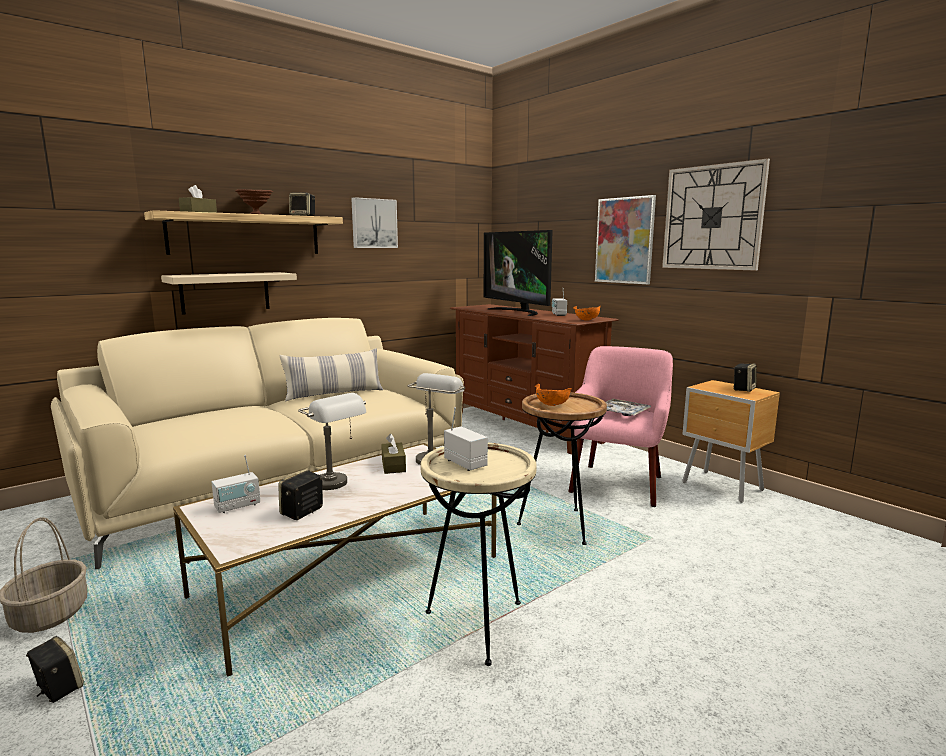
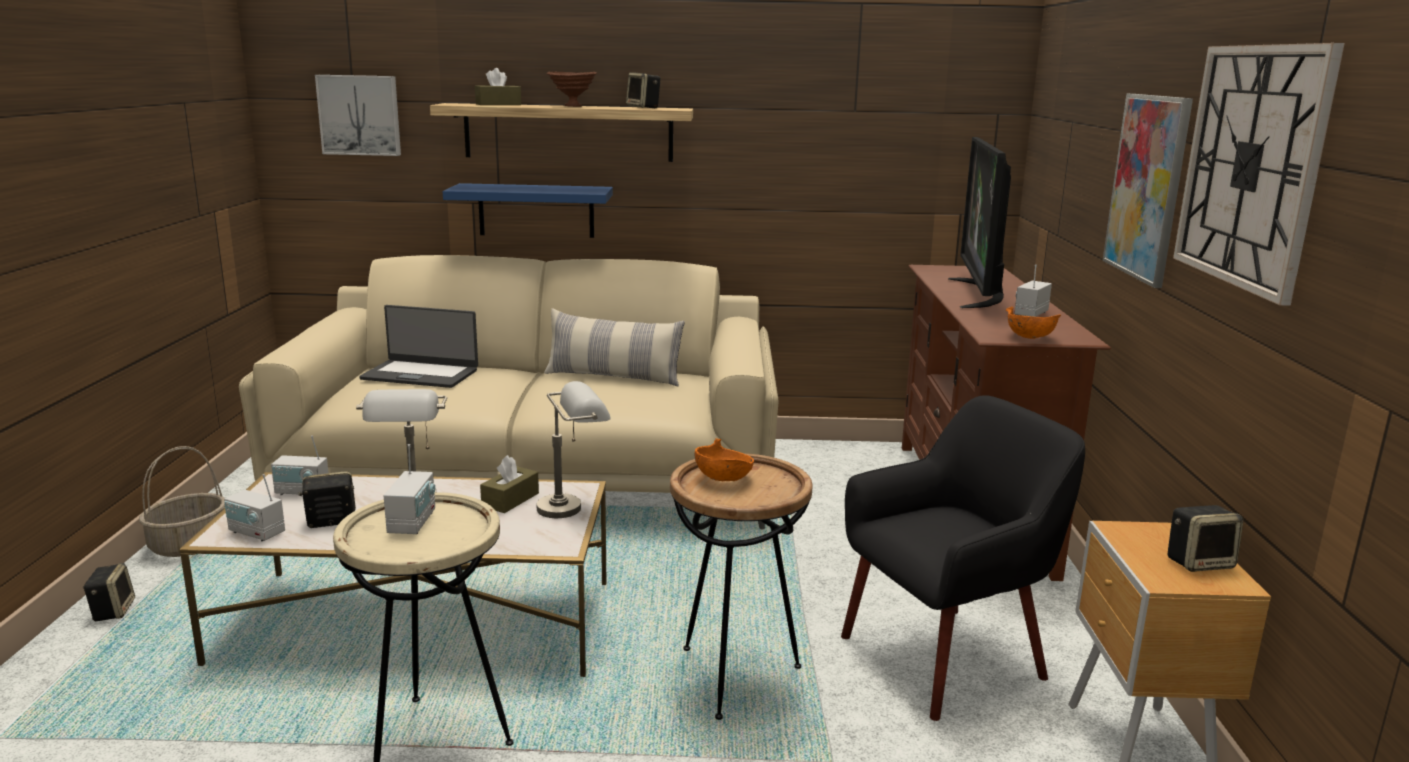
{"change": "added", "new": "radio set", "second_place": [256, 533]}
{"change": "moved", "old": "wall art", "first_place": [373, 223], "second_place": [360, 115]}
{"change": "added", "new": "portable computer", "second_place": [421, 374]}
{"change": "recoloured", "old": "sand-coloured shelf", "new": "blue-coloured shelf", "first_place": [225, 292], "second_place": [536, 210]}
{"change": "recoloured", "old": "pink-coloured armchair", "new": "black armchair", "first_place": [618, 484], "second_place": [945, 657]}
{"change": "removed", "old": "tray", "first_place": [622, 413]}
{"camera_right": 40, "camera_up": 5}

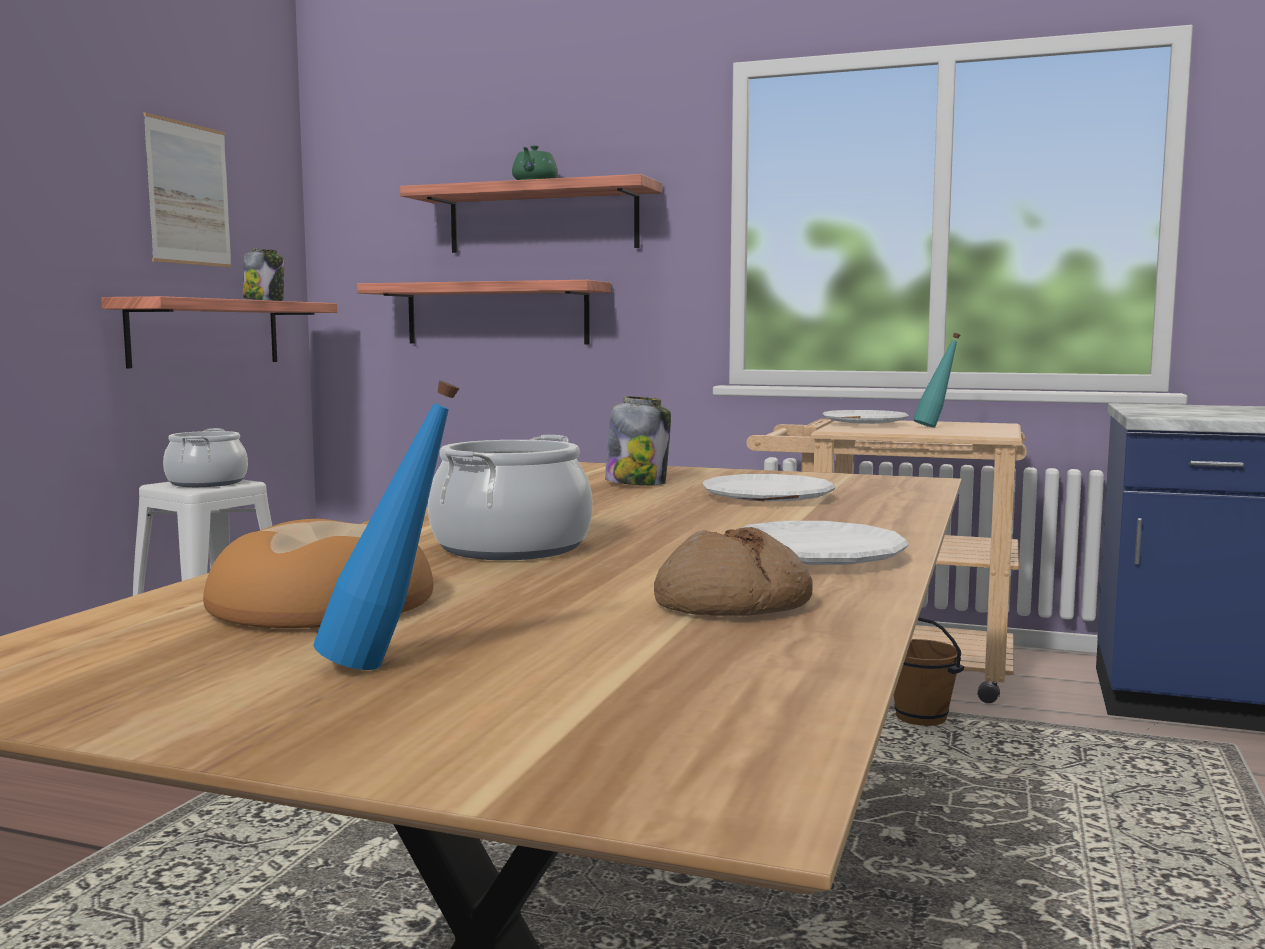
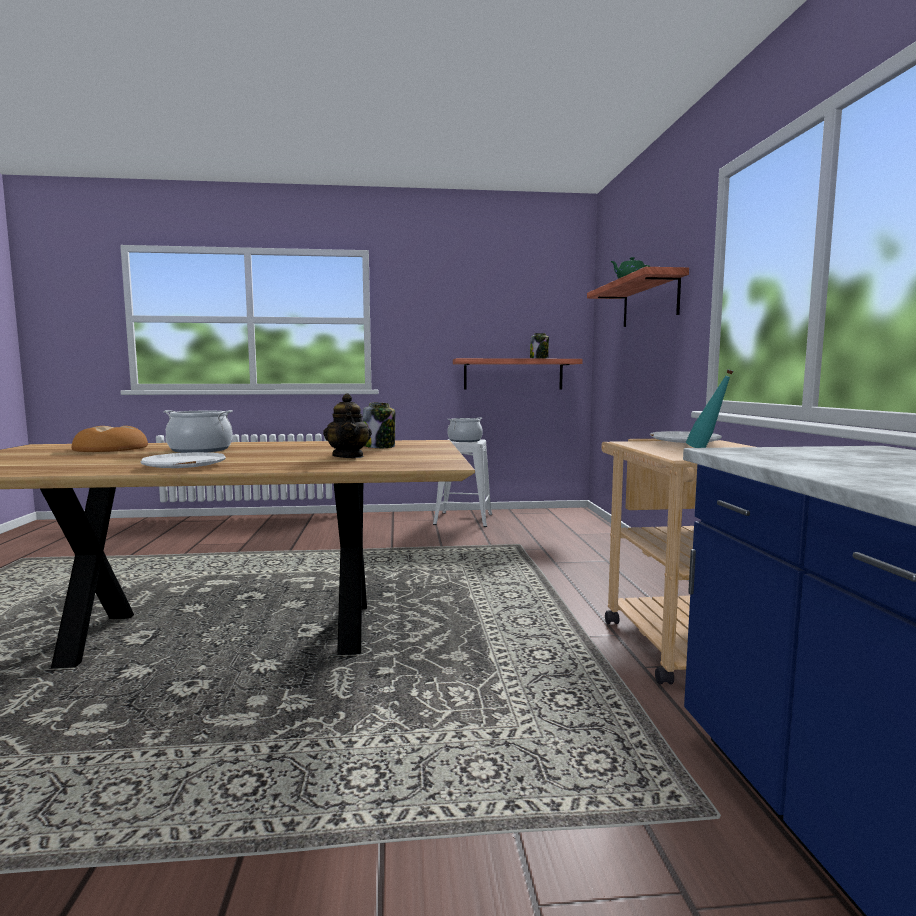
{"change": "replaced", "old": "whitish flat dish", "new": "pot for tea", "first_place": [768, 497], "second_place": [348, 456]}
{"change": "removed", "old": "wall art", "first_place": [189, 194]}
{"change": "removed", "old": "blue-coloured bottle", "first_place": [390, 665]}
{"change": "removed", "old": "shelf", "first_place": [497, 314]}
{"change": "removed", "old": "bread", "first_place": [732, 605]}
{"change": "removed", "old": "brown water bucket", "first_place": [921, 718]}
{"camera_right": 65, "camera_up": 0}

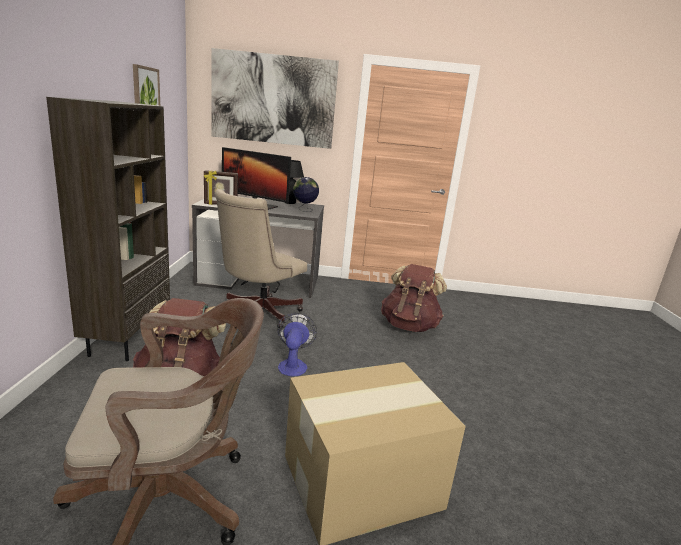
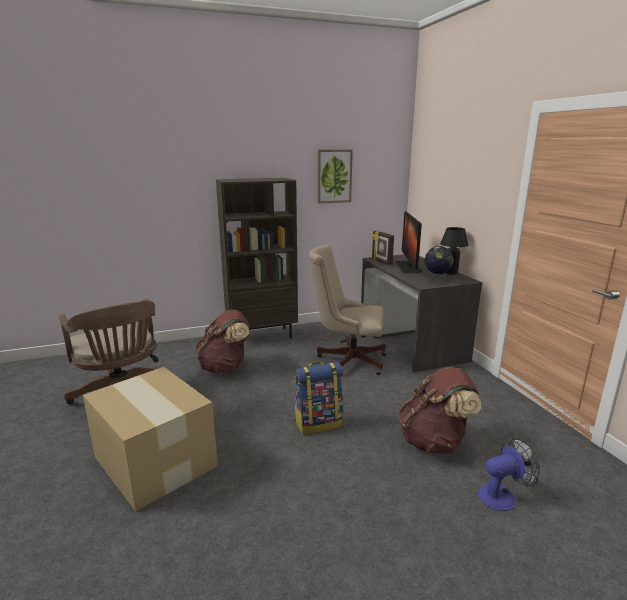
{"change": "added", "new": "knapsack", "second_place": [318, 423]}
{"change": "moved", "old": "electric fan", "first_place": [293, 364], "second_place": [502, 495]}
{"change": "removed", "old": "wall art", "first_place": [273, 99]}
{"camera_right": 70, "camera_up": 0}

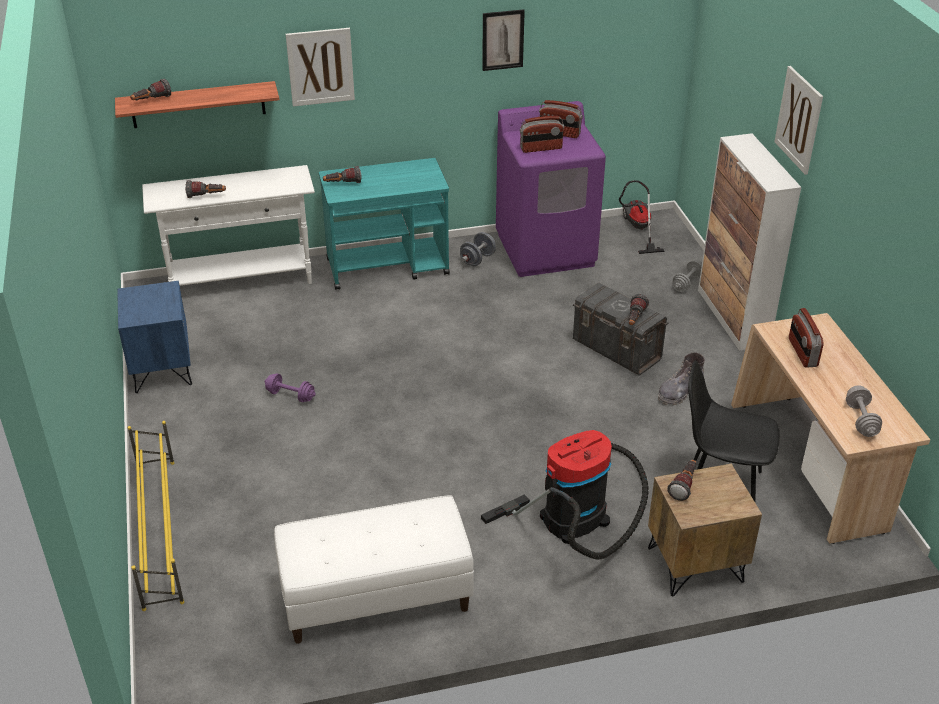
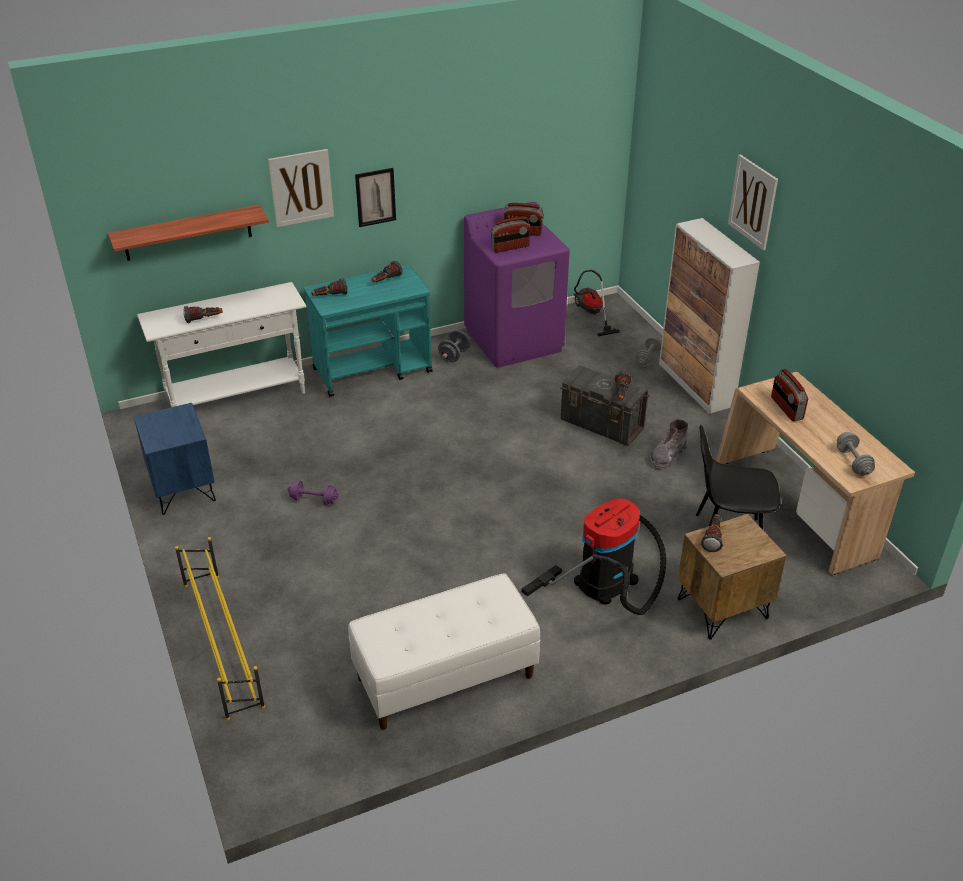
{"change": "moved", "old": "wall art", "first_place": [503, 40], "second_place": [375, 197]}
{"change": "moved", "old": "torch", "first_place": [151, 101], "second_place": [385, 281]}
{"camera_right": -10, "camera_up": 0}

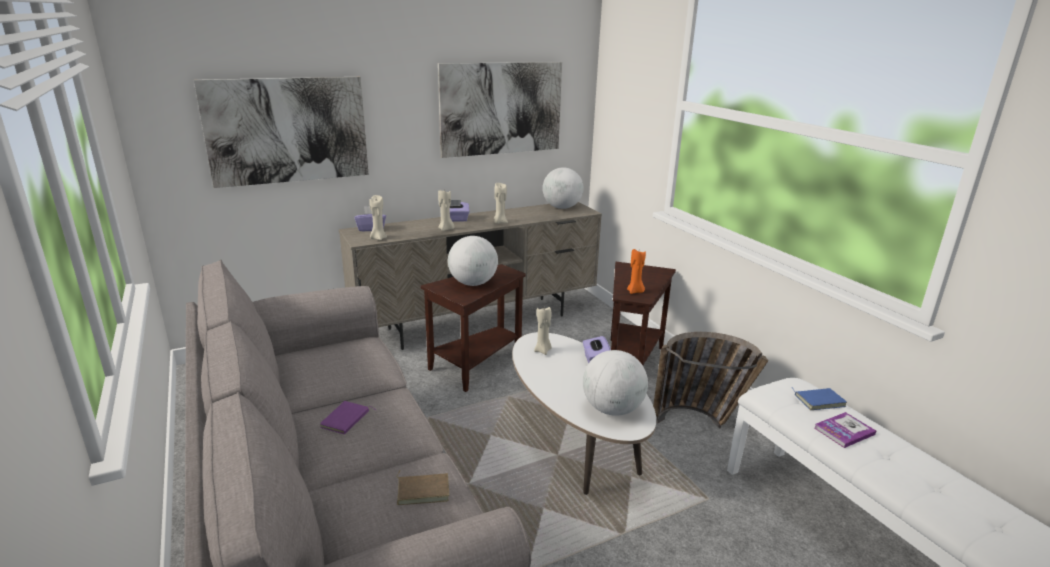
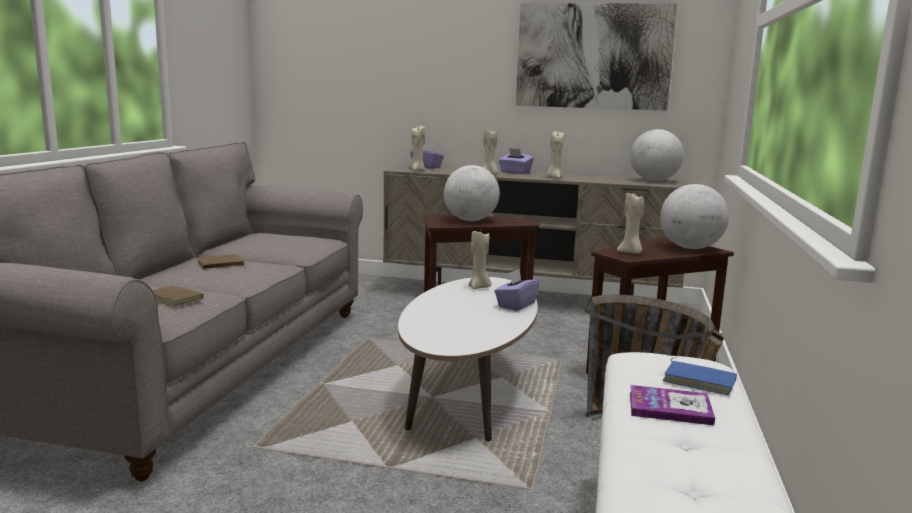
{"change": "recoloured", "old": "purple-coloured book", "new": "brown book", "first_place": [346, 420], "second_place": [221, 264]}
{"change": "recoloured", "old": "orange-coloured wax candle", "new": "sand-coloured wax candle", "first_place": [635, 291], "second_place": [630, 252]}
{"change": "moved", "old": "world globe", "first_place": [612, 409], "second_place": [690, 248]}
{"change": "removed", "old": "wall art", "first_place": [288, 130]}
{"camera_right": 40, "camera_up": -10}

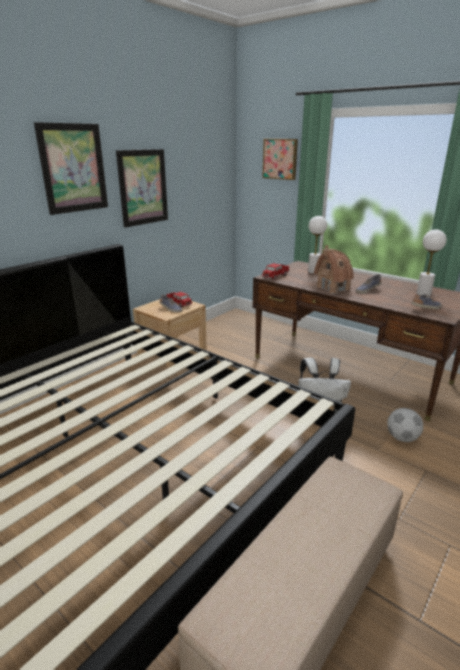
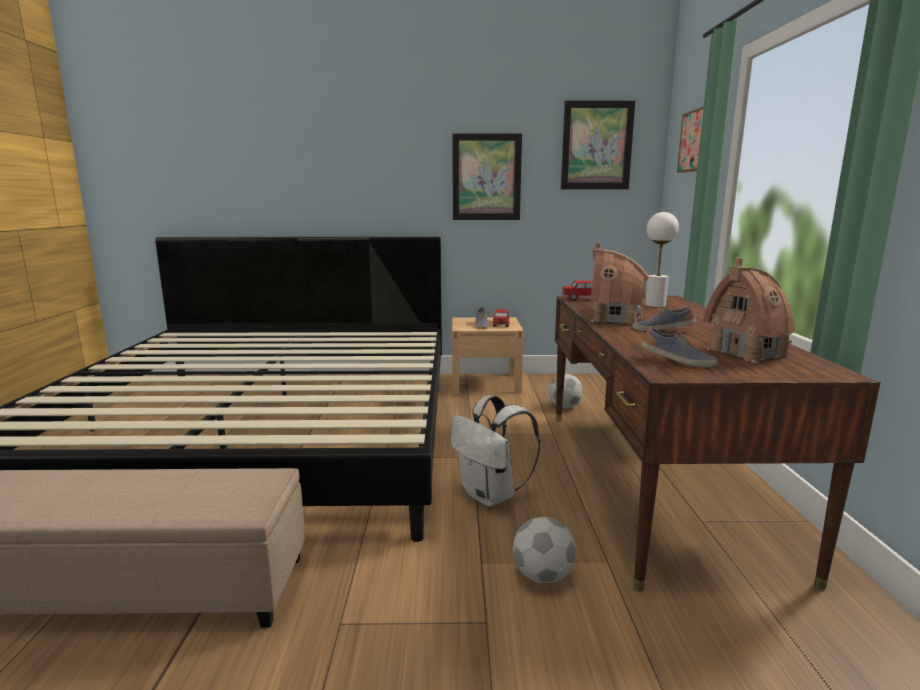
{"change": "added", "new": "ball for football", "second_place": [565, 406]}
{"change": "moved", "old": "wall art", "first_place": [73, 168], "second_place": [596, 146]}
{"change": "replaced", "old": "whitish tabletop lamp", "new": "miniature house", "first_place": [423, 294], "second_place": [747, 353]}
{"camera_right": 50, "camera_up": -10}

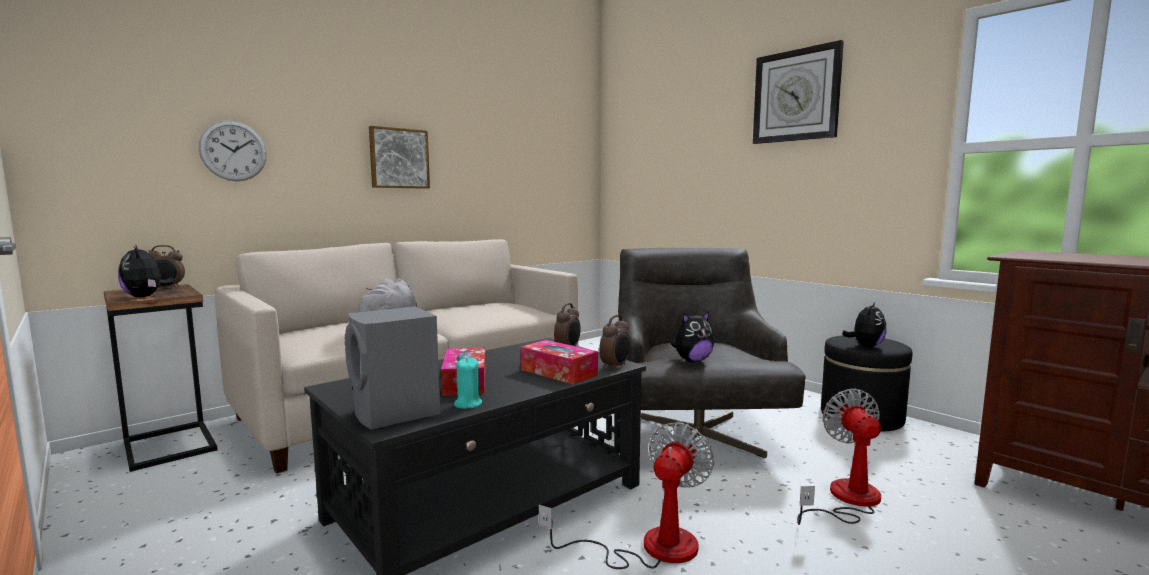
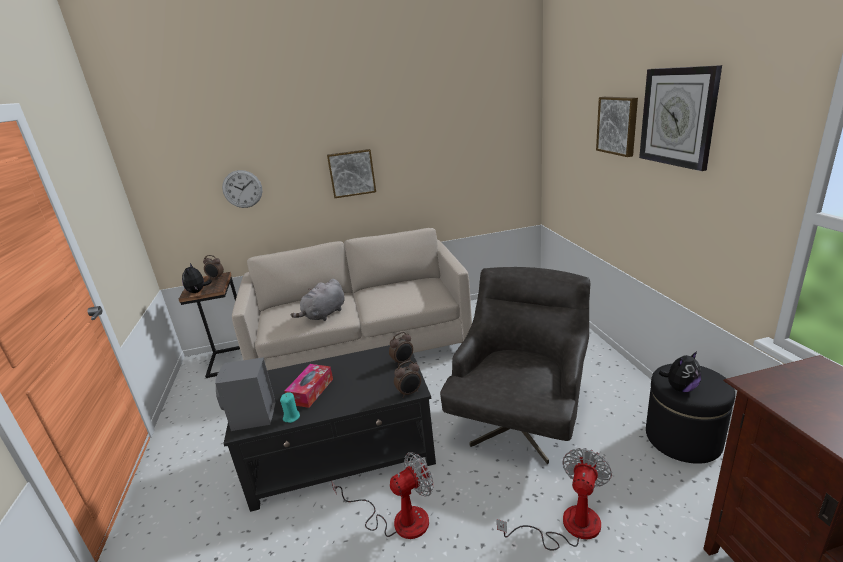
{"change": "added", "new": "wall art", "second_place": [618, 125]}
{"change": "removed", "old": "tissue box", "first_place": [558, 372]}
{"change": "removed", "old": "soft toy", "first_place": [692, 361]}
{"camera_right": 30, "camera_up": 15}

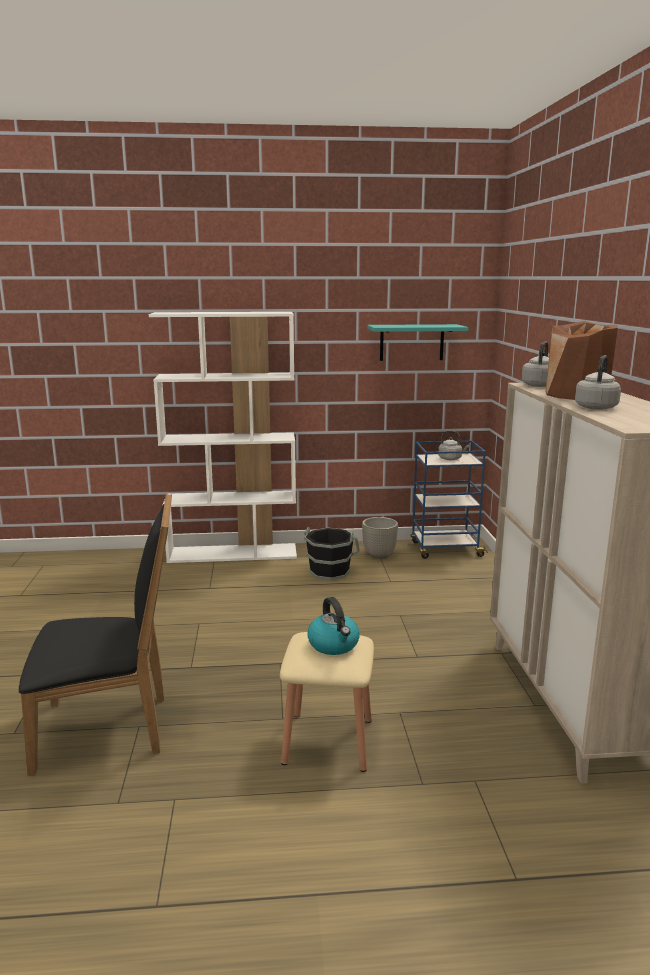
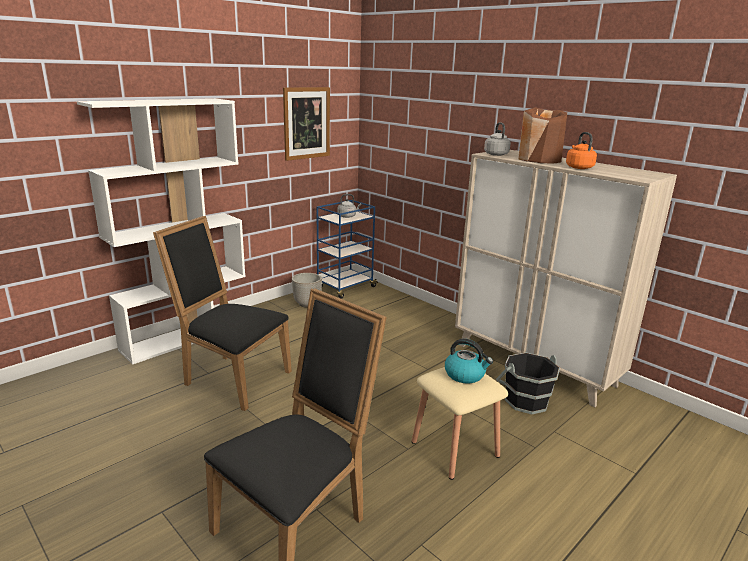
{"change": "added", "new": "black plain chair", "second_place": [232, 378]}
{"change": "replaced", "old": "turquoise-coloured shelf", "new": "wall art", "first_place": [411, 342], "second_place": [306, 123]}
{"change": "moved", "old": "black water bucket", "first_place": [329, 571], "second_place": [525, 401]}
{"change": "recoloured", "old": "gray tea kettle", "new": "orange-coloured tea kettle", "first_place": [596, 407], "second_place": [578, 167]}
{"camera_right": -40, "camera_up": 5}

